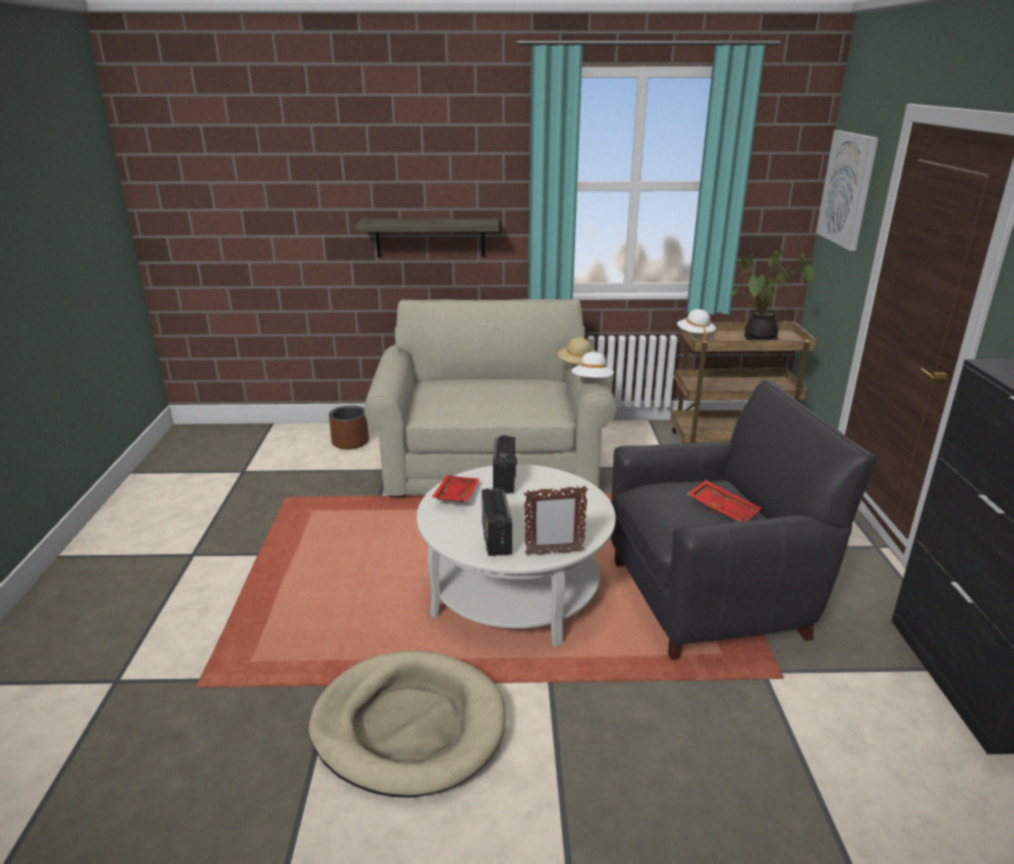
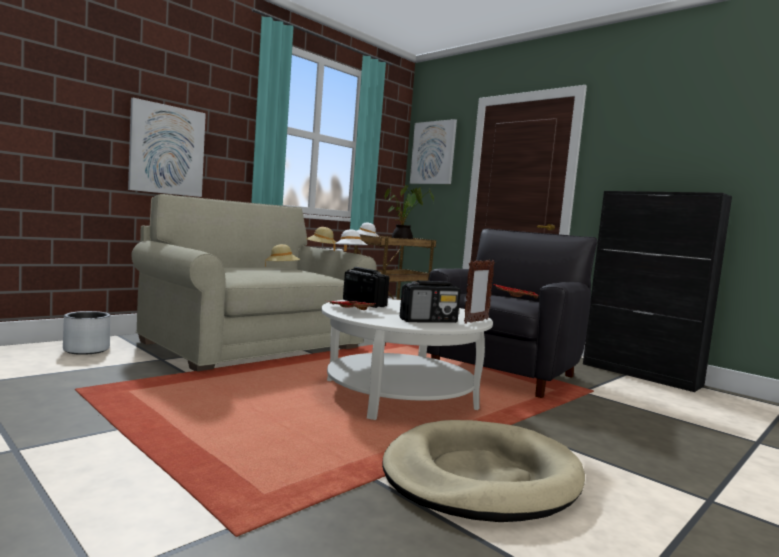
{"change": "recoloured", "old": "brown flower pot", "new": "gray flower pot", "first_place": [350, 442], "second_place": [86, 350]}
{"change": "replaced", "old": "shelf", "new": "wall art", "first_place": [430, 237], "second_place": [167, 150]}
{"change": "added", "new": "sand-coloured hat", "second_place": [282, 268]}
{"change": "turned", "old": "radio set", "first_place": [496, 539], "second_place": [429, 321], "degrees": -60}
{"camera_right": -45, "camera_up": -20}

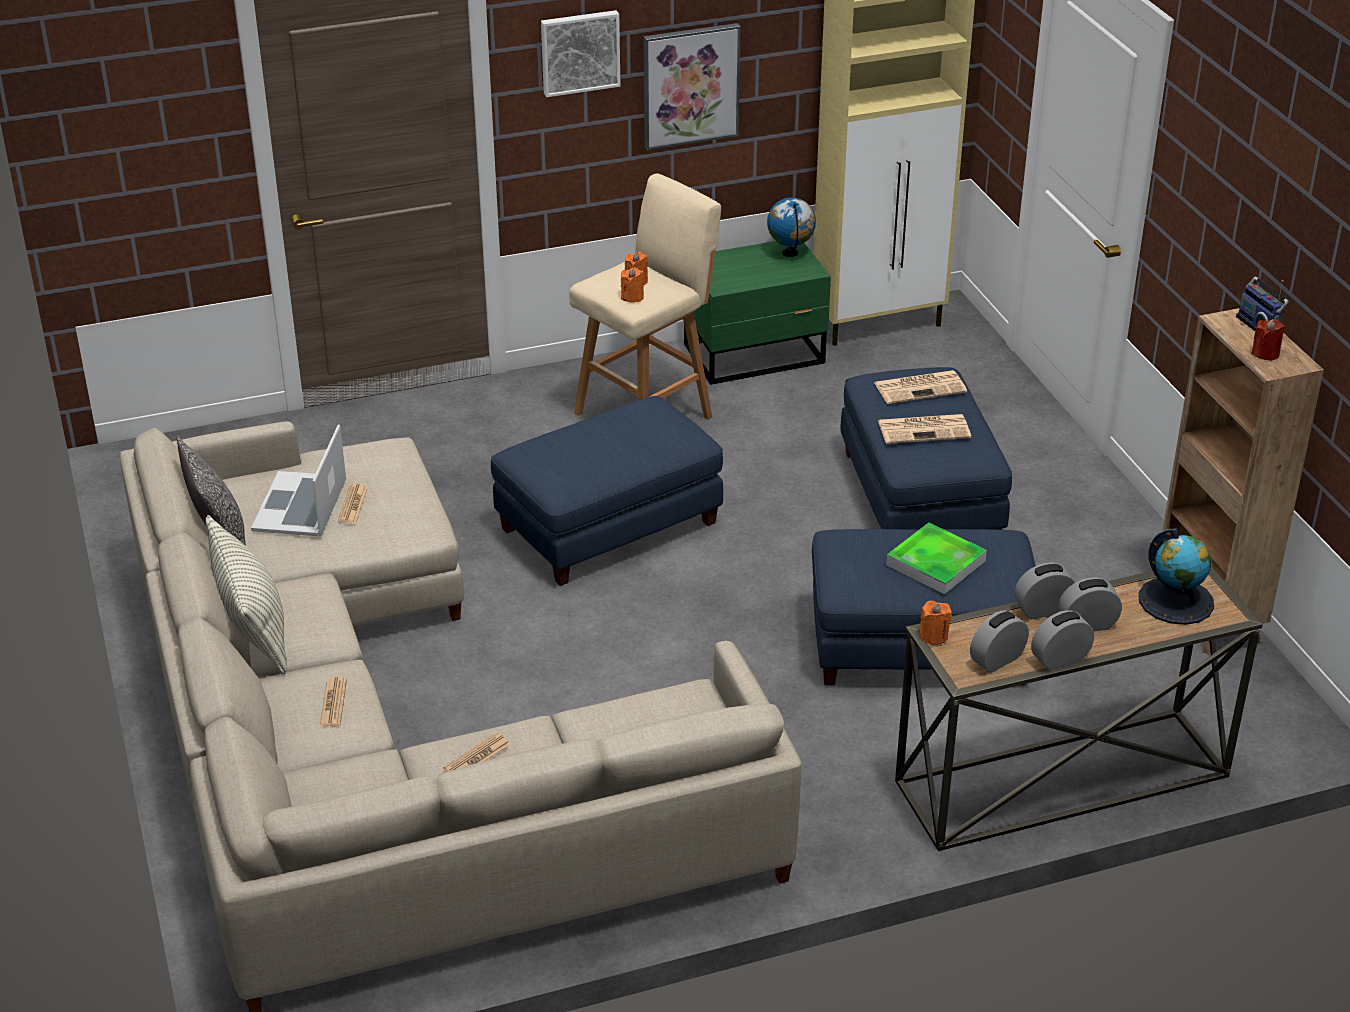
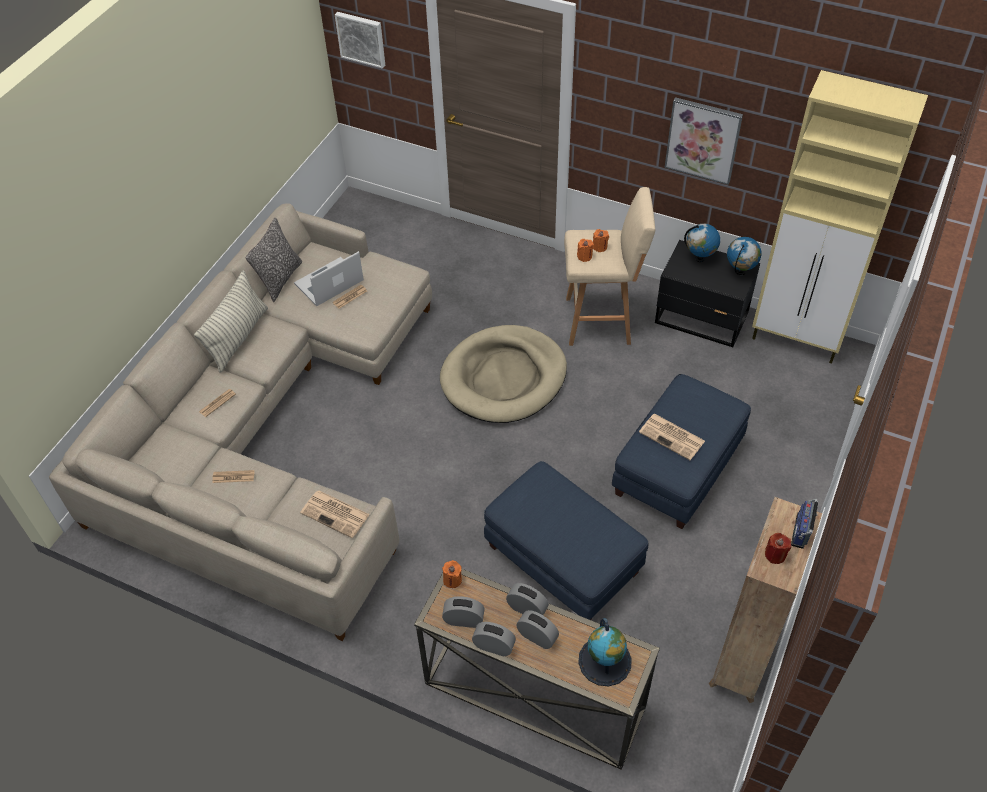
{"change": "moved", "old": "daily paper", "first_place": [921, 387], "second_place": [336, 514]}
{"change": "moved", "old": "wall art", "first_place": [579, 52], "second_place": [361, 38]}
{"change": "replaced", "old": "blue-coloured footrest", "new": "sand-coloured dog bed", "first_place": [610, 525], "second_place": [504, 378]}
{"change": "recoloured", "old": "green-coloured night table", "new": "black night table", "first_place": [757, 355], "second_place": [702, 319]}
{"change": "added", "new": "world globe", "second_place": [700, 258]}
{"change": "removed", "old": "tray", "first_place": [936, 563]}
{"camera_right": 45, "camera_up": 15}

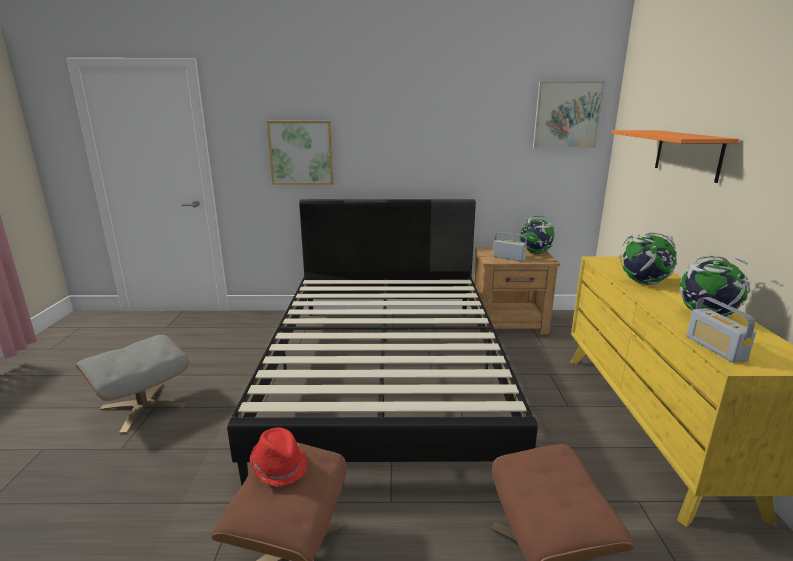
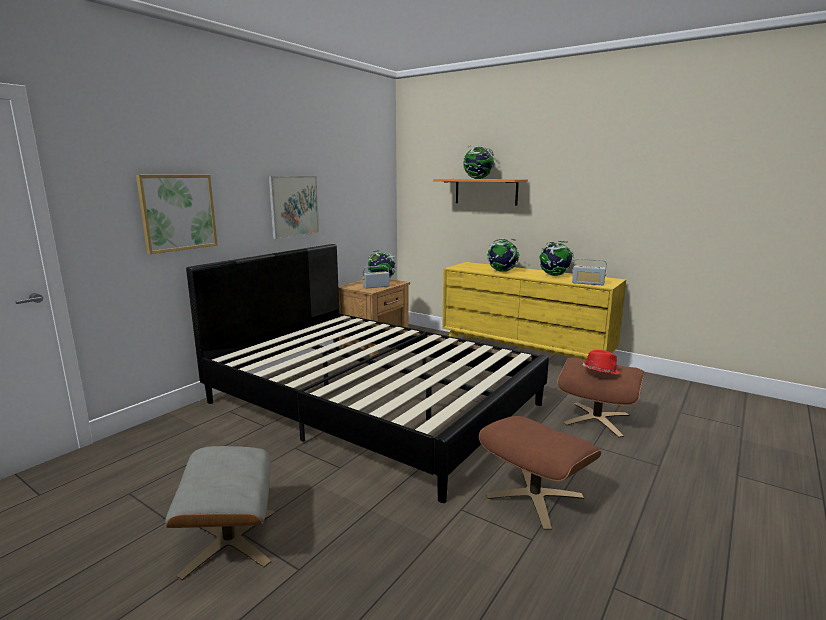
{"change": "moved", "old": "wall art", "first_place": [567, 115], "second_place": [294, 206]}
{"change": "added", "new": "world globe", "second_place": [478, 178]}
{"change": "moved", "old": "reddish hat", "first_place": [279, 466], "second_place": [600, 371]}
{"camera_right": -55, "camera_up": -5}

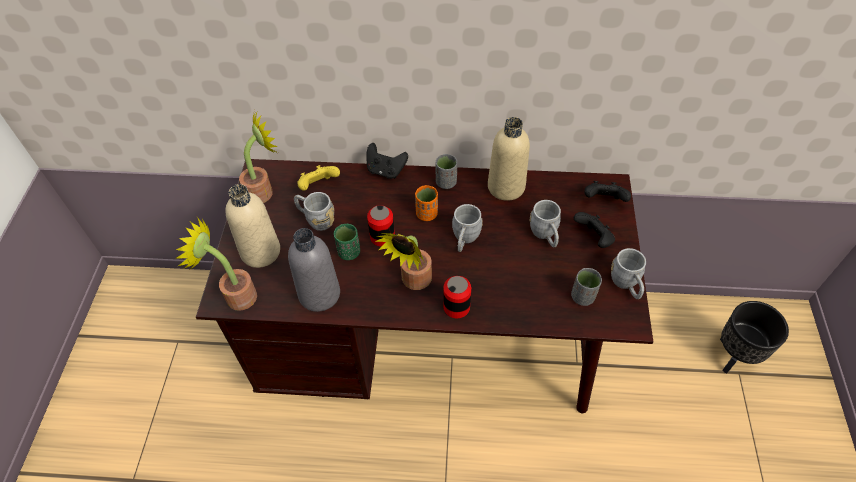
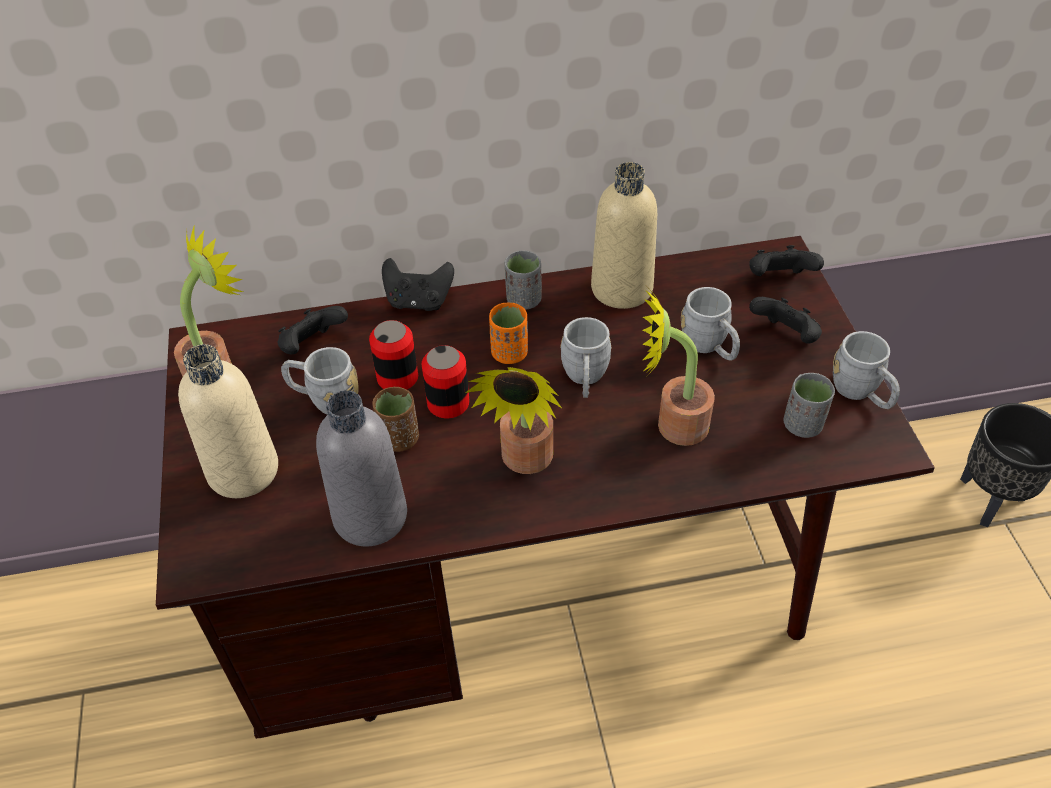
{"change": "recoloured", "old": "yellowish game controller", "new": "black game controller", "first_place": [319, 186], "second_place": [312, 346]}
{"change": "moved", "old": "sealed can", "first_place": [456, 307], "second_place": [397, 378]}
{"change": "recoloured", "old": "green-coloured drinking cup", "new": "brown drinking cup", "first_place": [349, 252], "second_place": [399, 439]}
{"change": "moved", "old": "potted plant", "first_place": [235, 295], "second_place": [672, 425]}
{"camera_right": -15, "camera_up": -5}

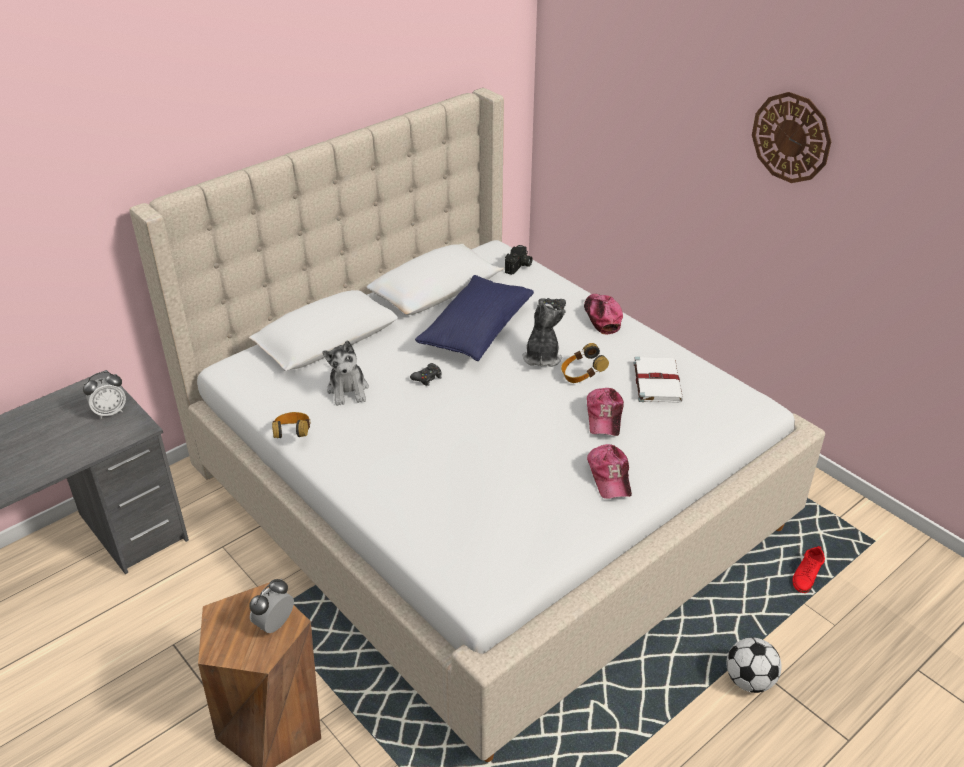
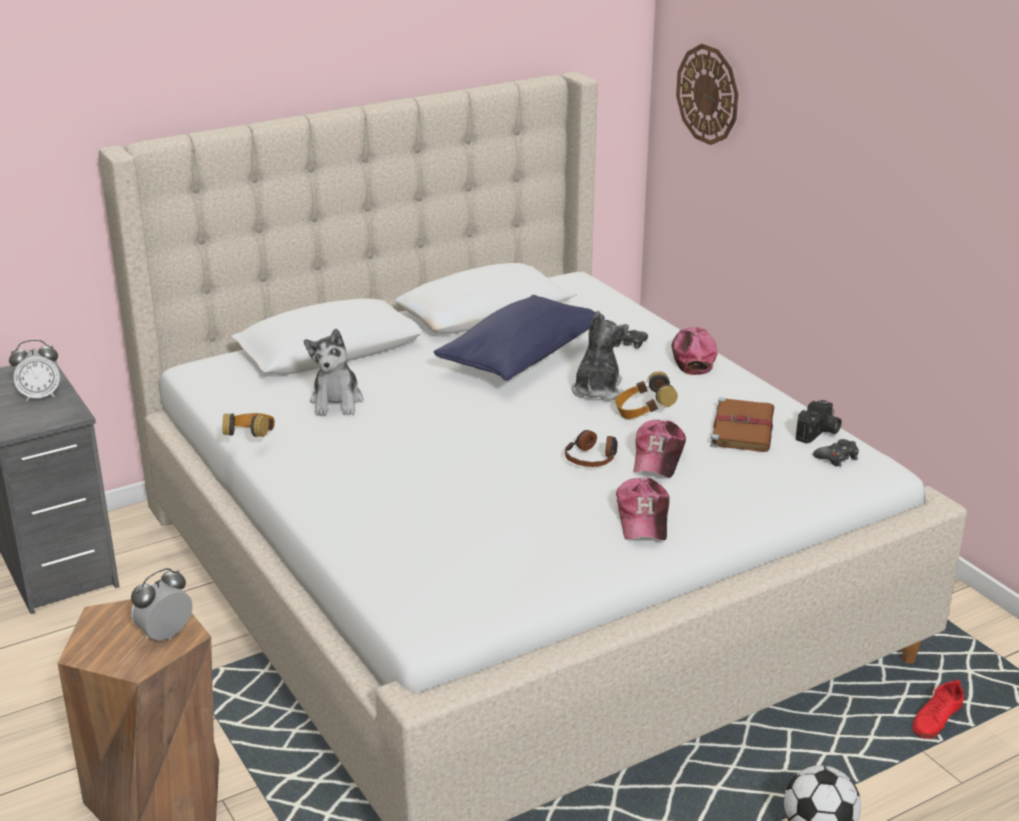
{"change": "added", "new": "pair of headphones", "second_place": [592, 458]}
{"change": "moved", "old": "wall clock", "first_place": [791, 137], "second_place": [708, 94]}
{"change": "recoloured", "old": "whitish book", "new": "brown book", "first_place": [657, 381], "second_place": [742, 428]}
{"change": "moved", "old": "still camera", "first_place": [519, 267], "second_place": [818, 433]}
{"change": "moved", "old": "black game controller", "first_place": [427, 378], "second_place": [837, 457]}
{"camera_right": 10, "camera_up": -10}

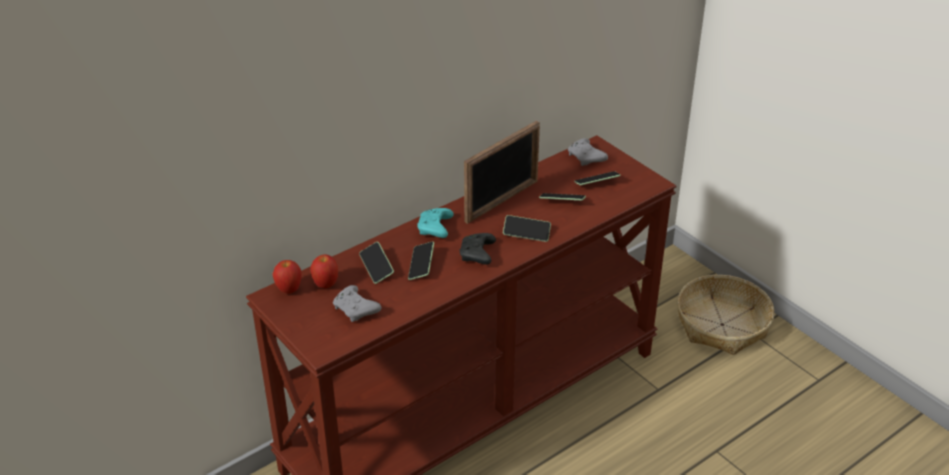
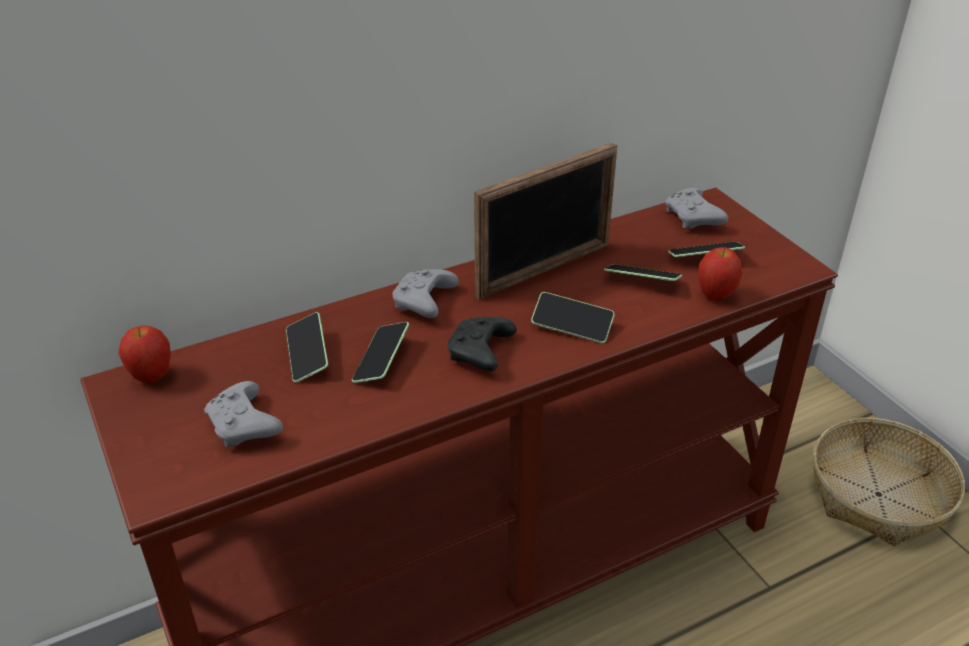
{"change": "recoloured", "old": "turquoise-coloured game controller", "new": "gray game controller", "first_place": [435, 229], "second_place": [424, 303]}
{"change": "moved", "old": "whole apple", "first_place": [326, 285], "second_place": [715, 296]}
{"camera_right": 10, "camera_up": 0}

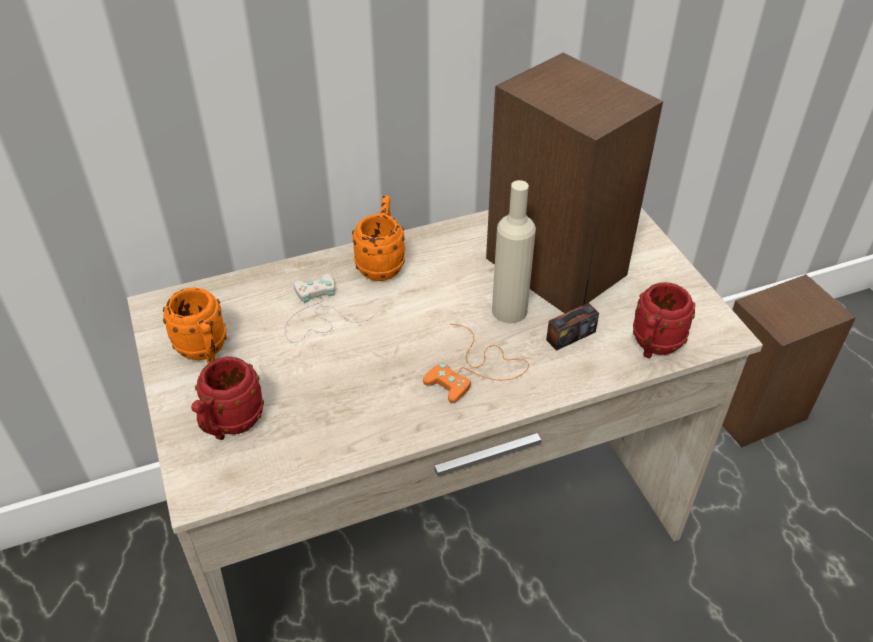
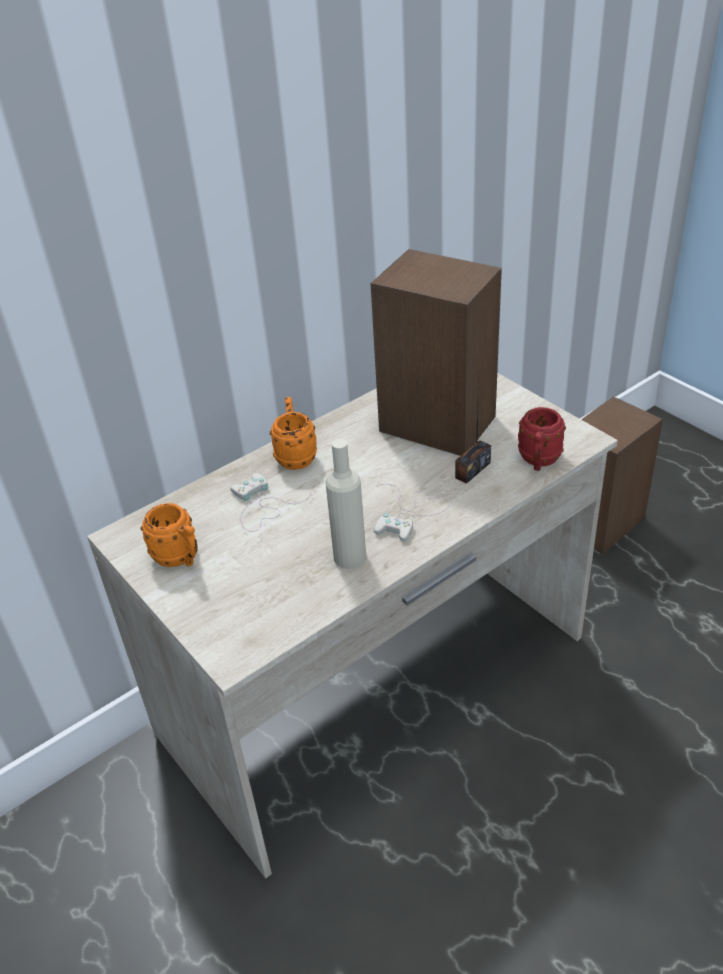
{"change": "moved", "old": "sand-coloured bottle", "first_place": [509, 310], "second_place": [350, 557]}
{"change": "recoloured", "old": "orange-coloured game controller", "new": "whitish game controller", "first_place": [476, 369], "second_place": [411, 513]}
{"change": "removed", "old": "reddish coffee mug", "first_place": [230, 425]}
{"camera_right": -15, "camera_up": -5}

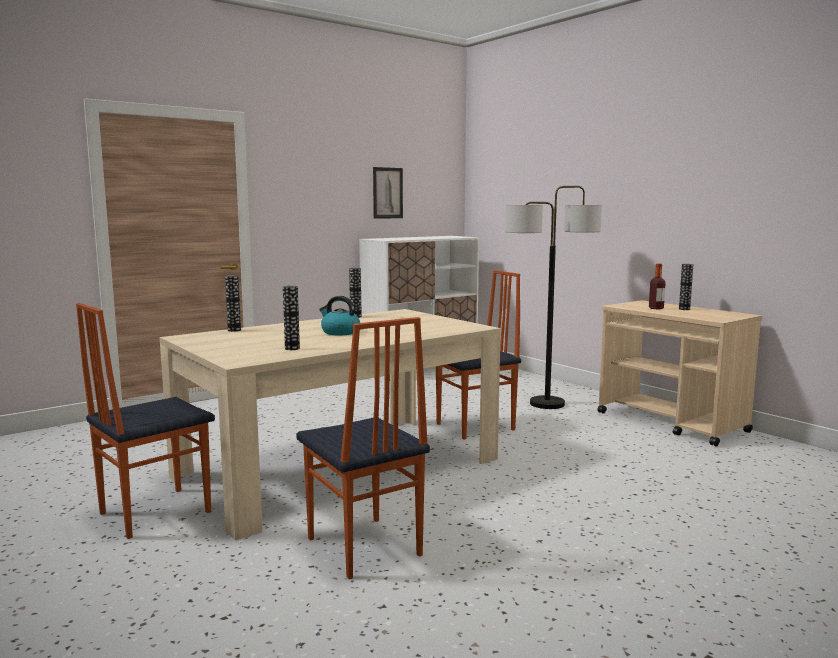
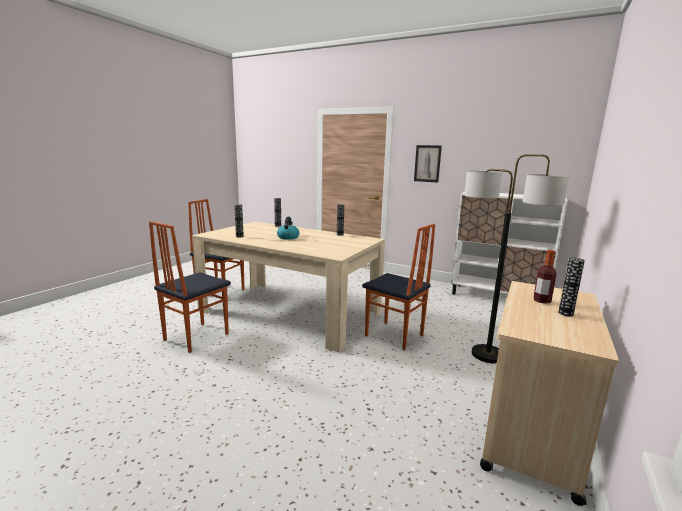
{"change": "moved", "old": "wall art", "first_place": [387, 193], "second_place": [427, 163]}
{"camera_right": 65, "camera_up": 5}

